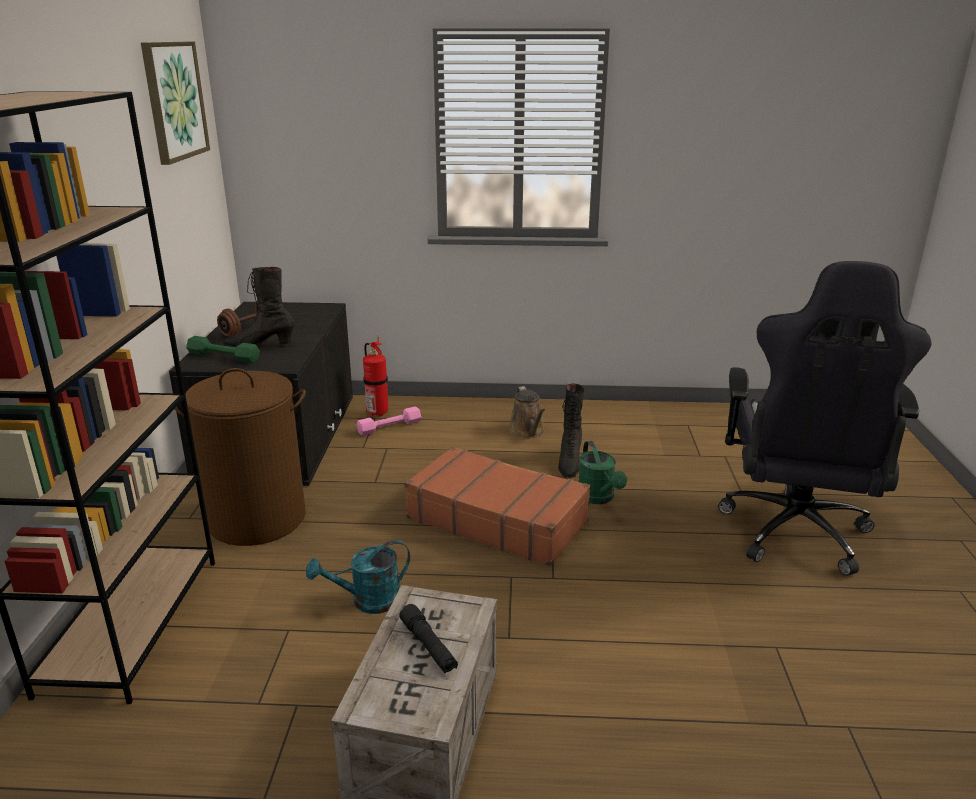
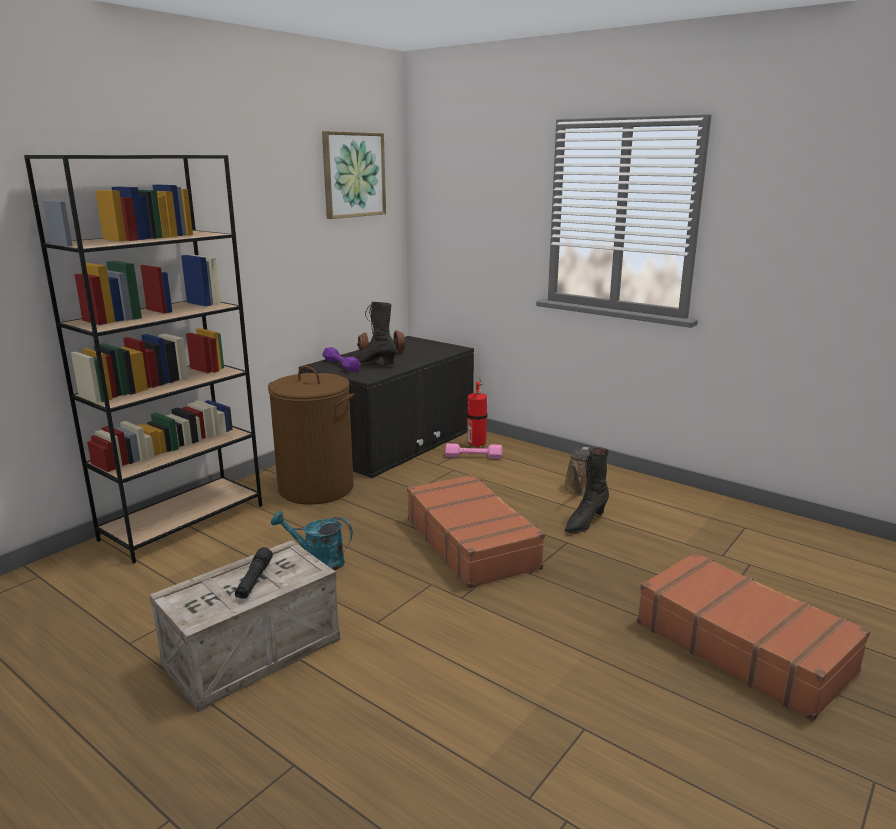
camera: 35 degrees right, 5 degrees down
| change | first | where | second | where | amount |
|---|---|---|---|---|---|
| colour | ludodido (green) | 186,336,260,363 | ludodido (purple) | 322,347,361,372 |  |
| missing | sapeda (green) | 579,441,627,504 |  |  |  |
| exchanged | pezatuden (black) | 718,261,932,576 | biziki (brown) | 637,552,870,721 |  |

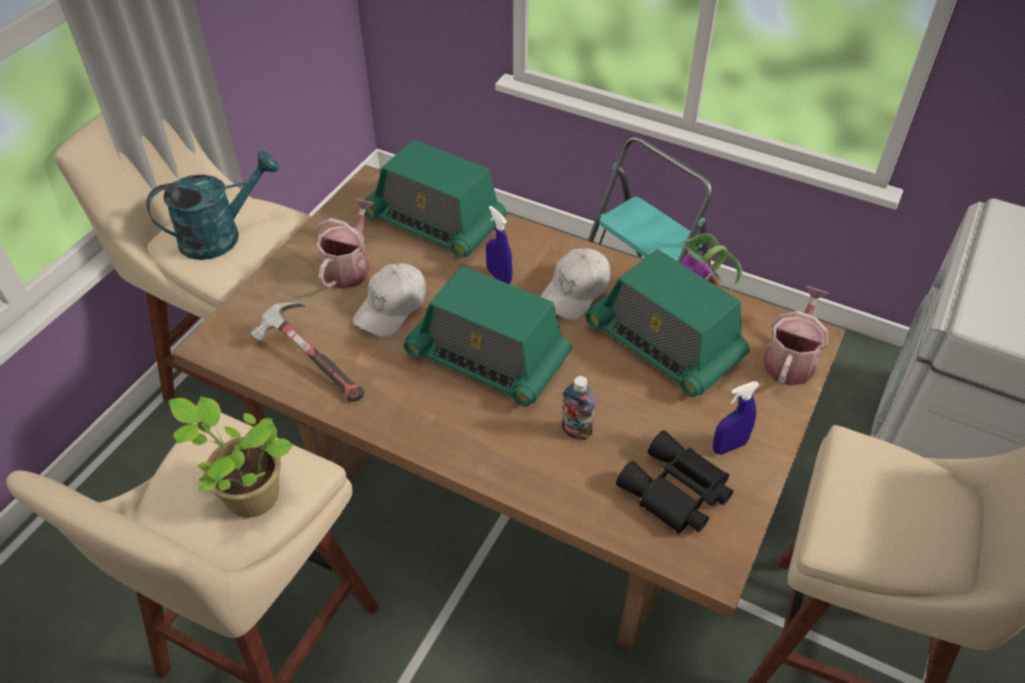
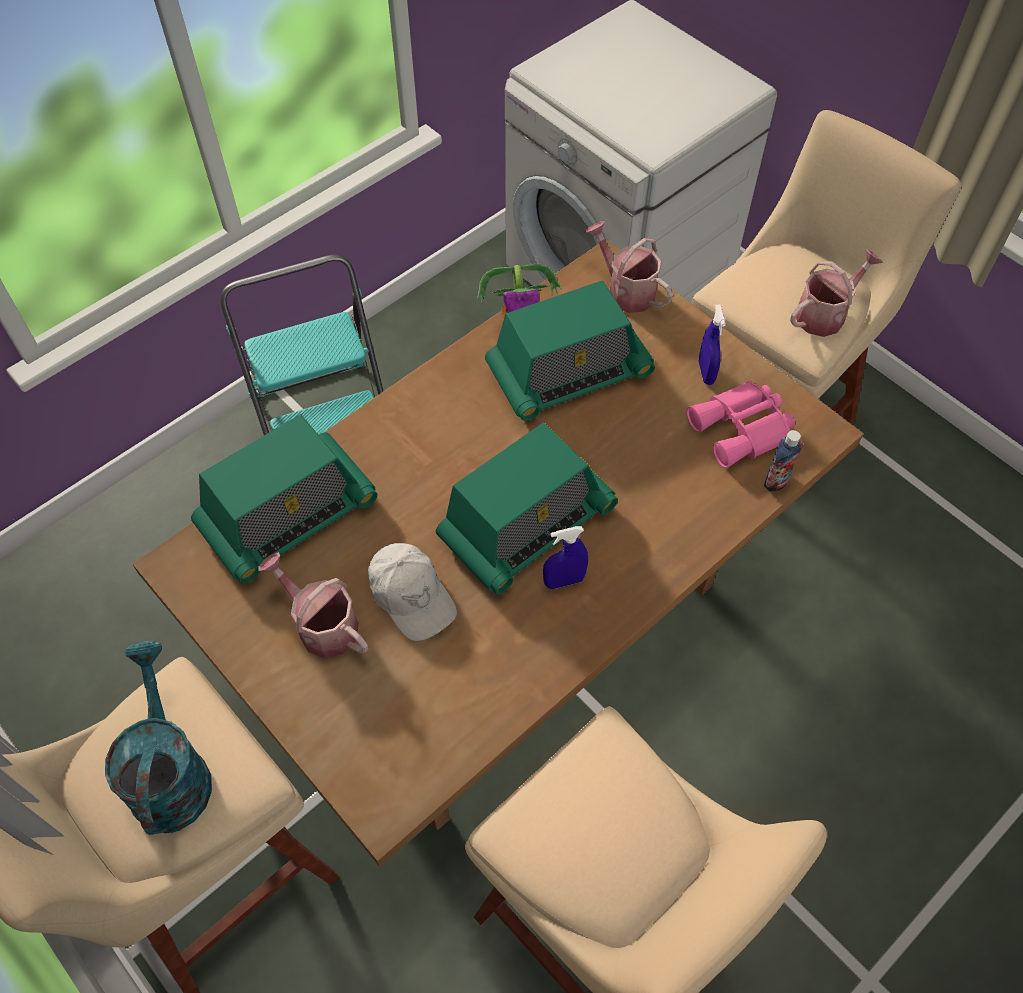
camera: 70 degrees left, 10 degrees up
| change | first | where | second | where | amount |
|---|---|---|---|---|---|
| missing | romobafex | 169,396,294,518 |  |  |  |
| missing | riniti | 250,302,365,402 |  |  |  |
| relocated | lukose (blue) | 486,206,513,284 |  | 543,526,588,589 |  |
| missing | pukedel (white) | 540,248,610,320 |  |  |  |
| relocated | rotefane | 562,376,595,440 |  | 764,430,803,492 |  |
| colour | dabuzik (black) | 616,430,733,534 | dabuzik (pink) | 687,381,795,468 |  |
| appeared |  |  | sapeda | 790,249,883,337 |  |

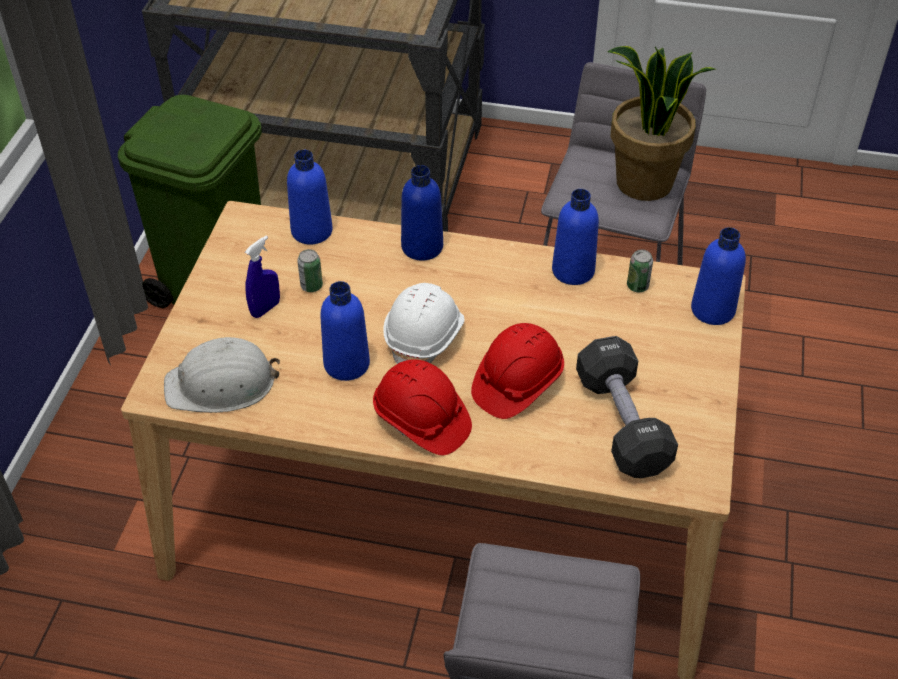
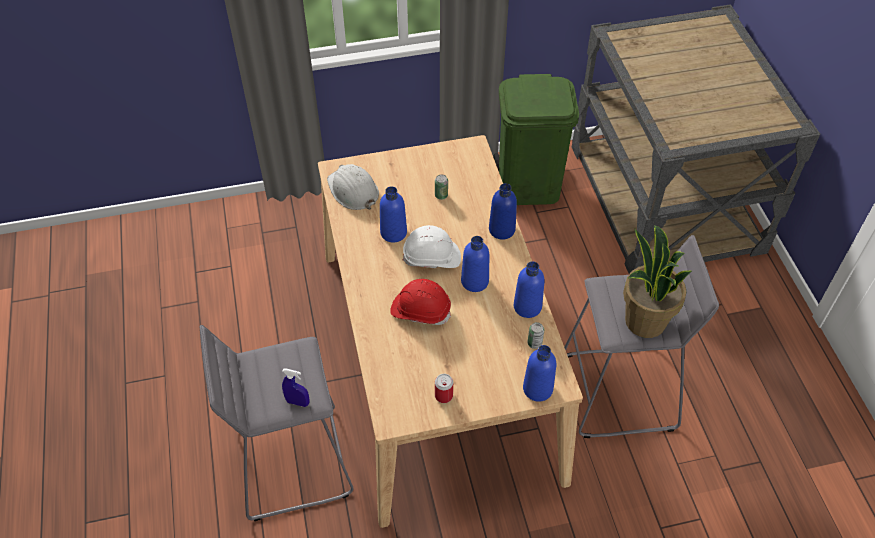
camera: 65 degrees right, 5 degrees up
| change | first | where | second | where | amount |
|---|---|---|---|---|---|
| relocated | lukose (blue) | 245,236,280,318 |  | 282,368,310,407 |  |
| relocated | rotefane (blue) | 287,150,333,245 |  | 461,236,489,292 |  |
| missing | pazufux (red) | 373,359,472,455 |  |  |  |
| missing | ludodido (black) | 576,336,678,478 |  |  |  |
| appeared |  |  | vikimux | 435,374,453,403 |  |

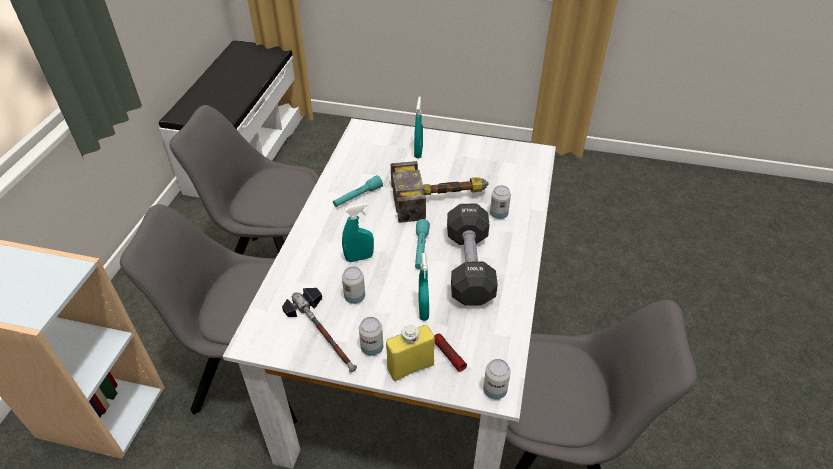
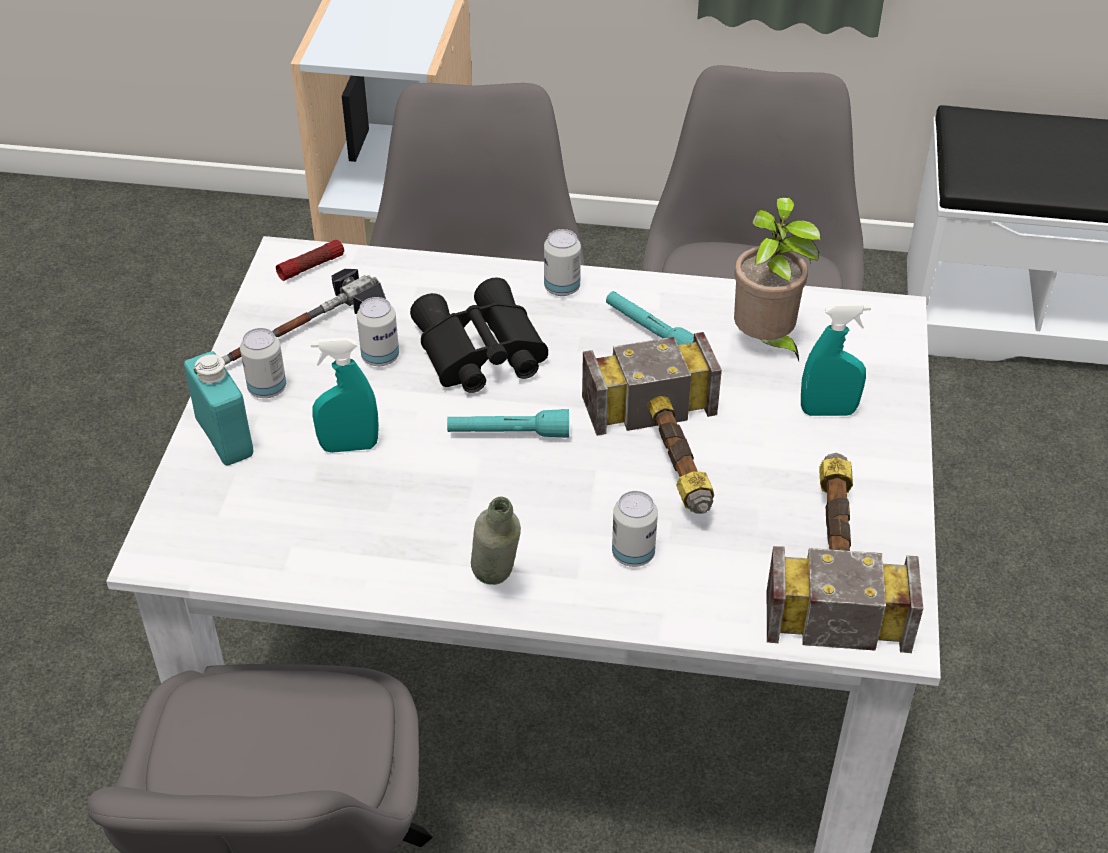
camera: 85 degrees right, 0 degrees up
| change | first | where | second | where | amount |
|---|---|---|---|---|---|
| exchanged | lukose (turquoise) | 342,203,374,262 | dabuzik (black) | 410,277,548,393 |  |
| colour | rotefane (yellow) | 386,325,435,381 | rotefane (turquoise) | 184,351,253,466 |  |
| relocated | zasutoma | 434,334,467,372 |  | 276,240,344,281 |  |
| missing | ludodido (black) | 447,204,498,306 |  |  |  |
| relocated | vikimux | 483,359,511,400 |  | 544,229,581,296 |  |
| appeared |  |  | rotefane (grey) | 471,497,521,585 |  |
| appeared |  |  | romobafex | 734,197,821,361 |  |
| appeared |  |  | riniti | 767,453,923,653 |  |

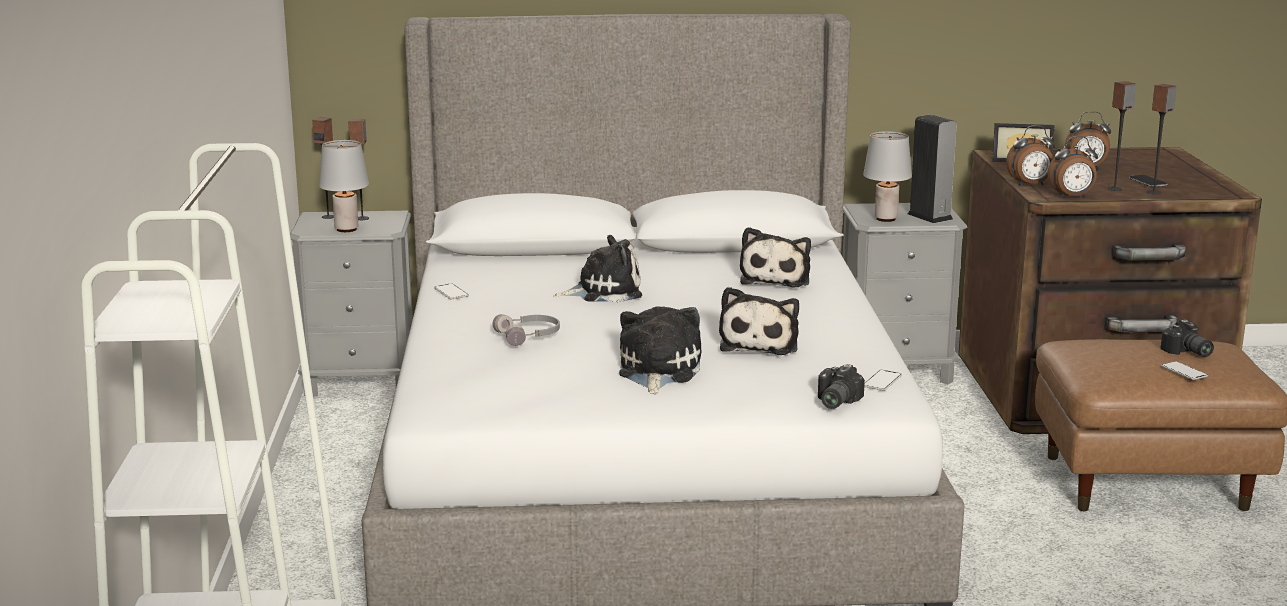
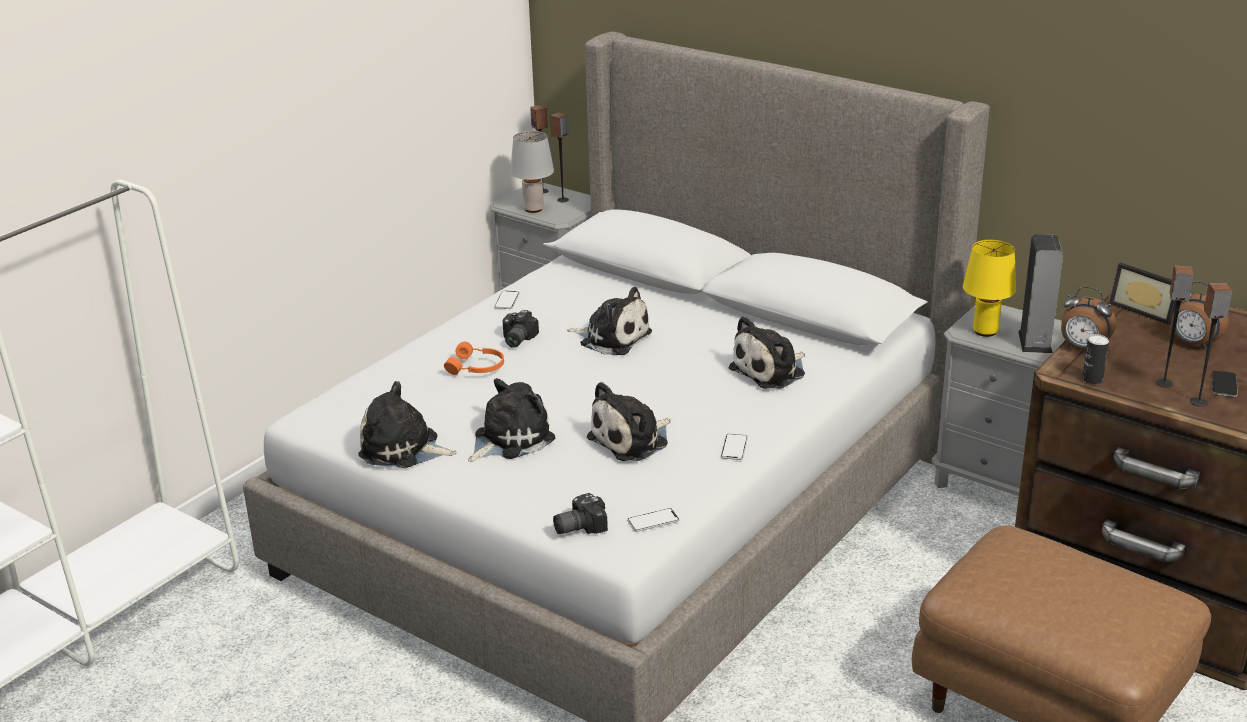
camera: 40 degrees right, 10 degrees up
| change | first | where | second | where | amount |
|---|---|---|---|---|---|
| colour | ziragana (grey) | 493,314,560,346 | ziragana (orange) | 444,342,504,375 |  |
| colour | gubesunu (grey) | 863,131,912,222 | gubesunu (yellow) | 963,240,1016,337 |  |
| exchanged | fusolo | 1047,136,1098,198 | vikimux | 1082,334,1109,384 |  |
| relocated | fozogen | 1160,320,1214,357 |  | 503,310,539,348 |  |
| relocated | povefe | 1161,361,1208,380 |  | 721,434,748,460 |  |
| appeared |  |  | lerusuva | 358,381,457,468 |  |

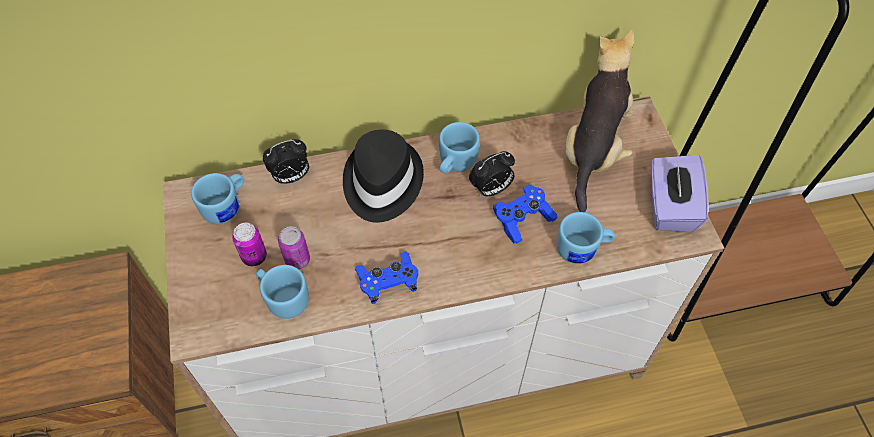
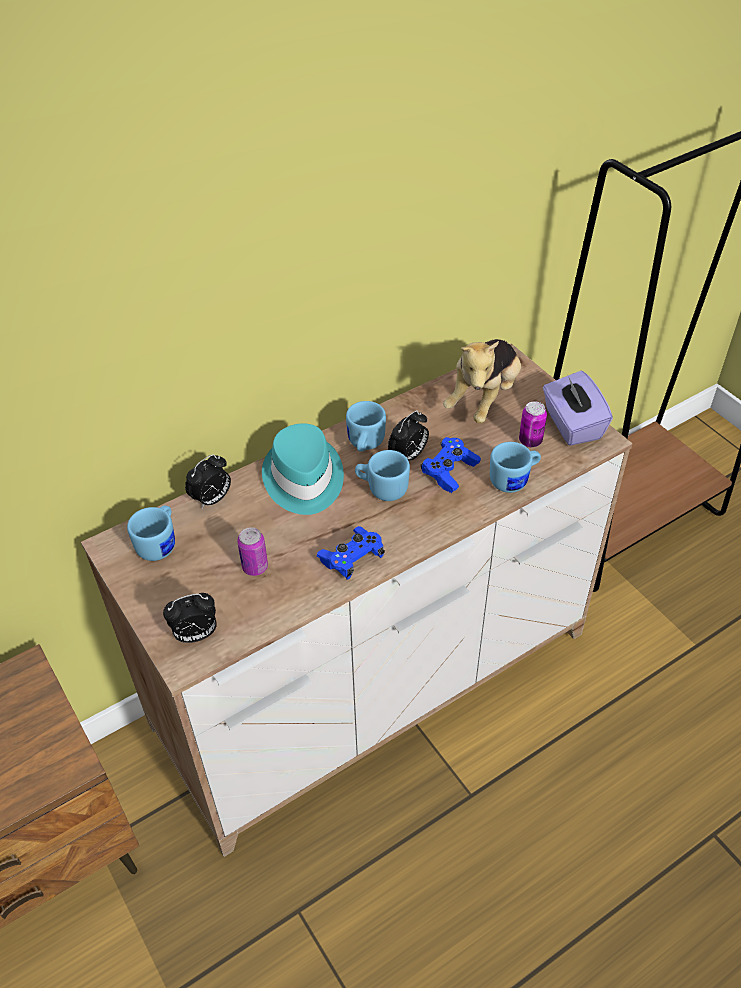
camera: 20 degrees left, 10 degrees down
| change | first | where | second | where | amount |
|---|---|---|---|---|---|
| relocated | vikimux | 232,223,267,266 |  | 519,401,547,447 |  |
| relocated | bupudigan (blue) | 256,265,309,319 |  | 355,450,410,501 |  |
| colour | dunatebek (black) | 343,130,424,223 | dunatebek (turquoise) | 262,423,344,515 |  |
| spun | lerusuva | 565,30,634,212 |  | 443,339,521,423 | 150 degrees counterclockwise |
| appeared |  |  | fusolo | 163,593,217,643 |  |

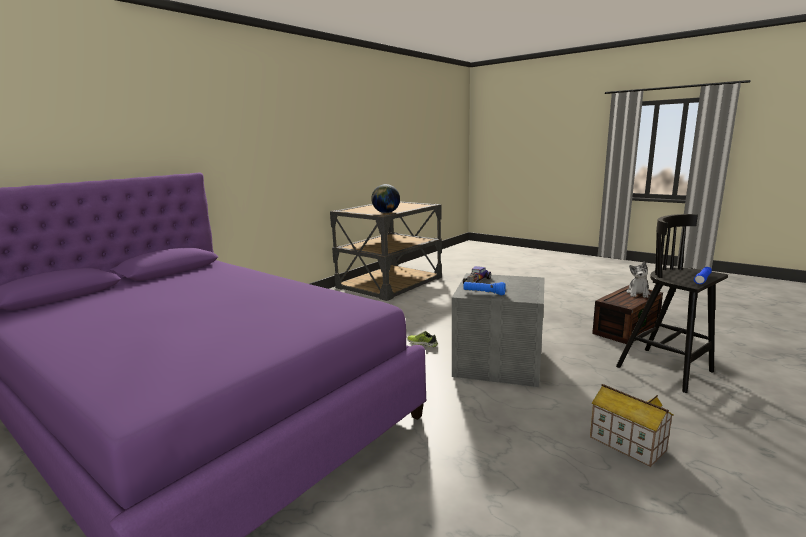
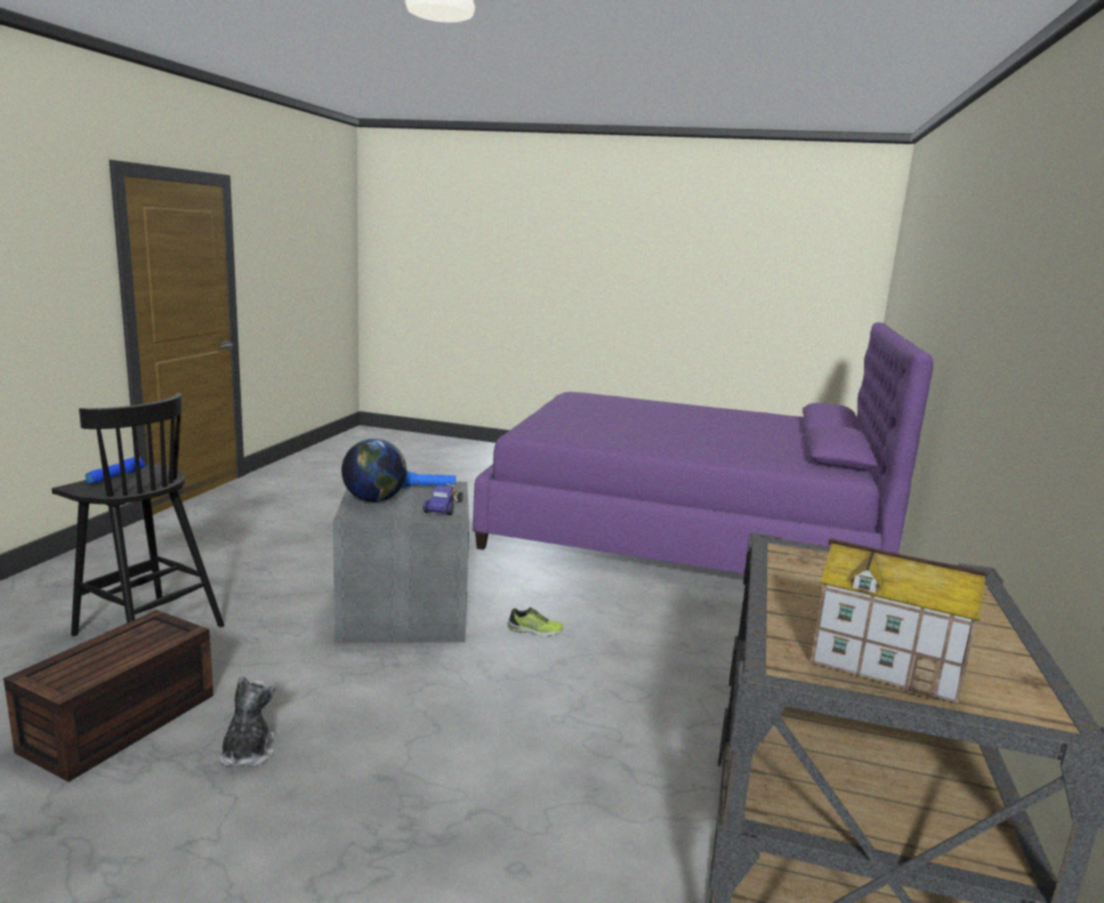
camera: 155 degrees right, 0 degrees up
| change | first | where | second | where | amount |
|---|---|---|---|---|---|
| relocated | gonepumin | 371,184,400,213 |  | 341,439,407,502 |  |
| relocated | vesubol | 590,384,674,467 |  | 810,538,988,704 |  |
| relocated | lerusuva | 626,261,650,298 |  | 219,676,275,766 |  |

